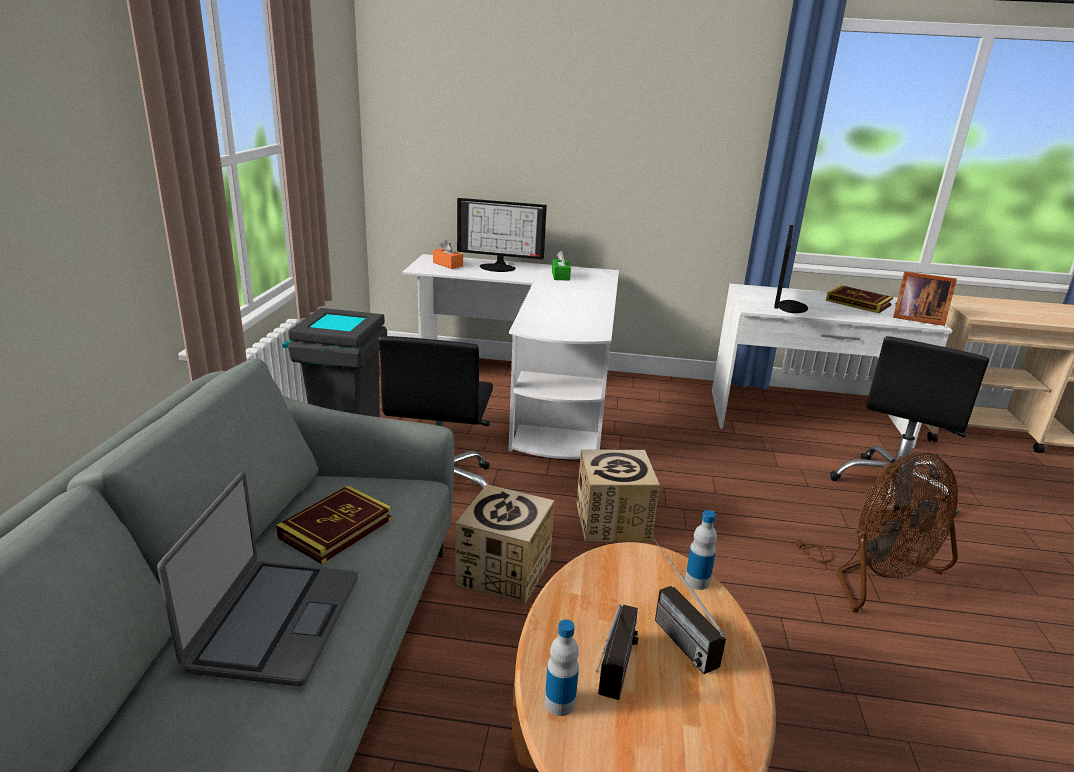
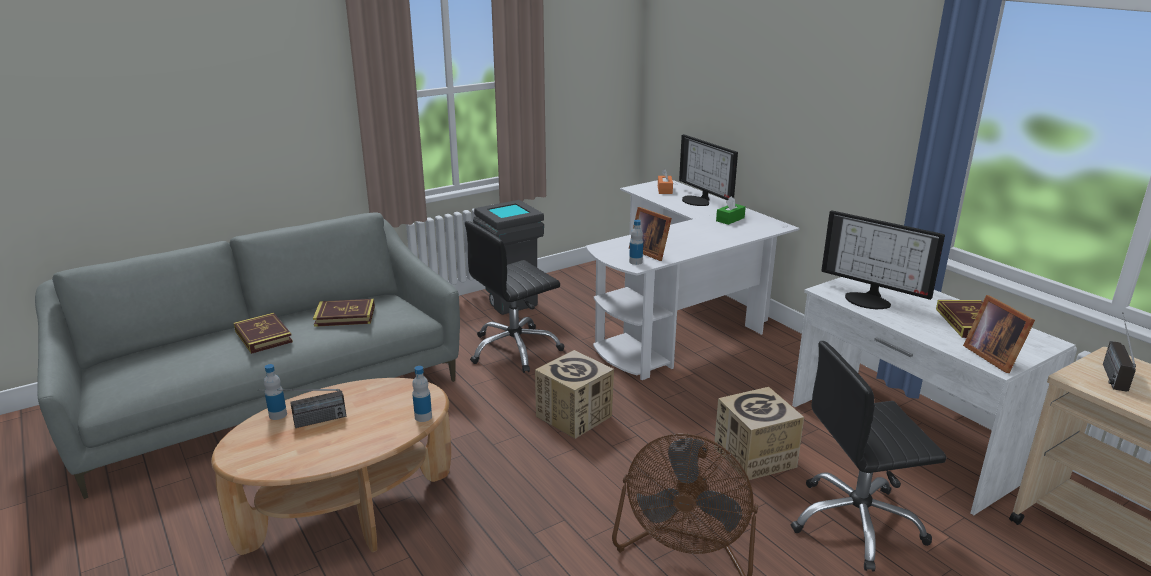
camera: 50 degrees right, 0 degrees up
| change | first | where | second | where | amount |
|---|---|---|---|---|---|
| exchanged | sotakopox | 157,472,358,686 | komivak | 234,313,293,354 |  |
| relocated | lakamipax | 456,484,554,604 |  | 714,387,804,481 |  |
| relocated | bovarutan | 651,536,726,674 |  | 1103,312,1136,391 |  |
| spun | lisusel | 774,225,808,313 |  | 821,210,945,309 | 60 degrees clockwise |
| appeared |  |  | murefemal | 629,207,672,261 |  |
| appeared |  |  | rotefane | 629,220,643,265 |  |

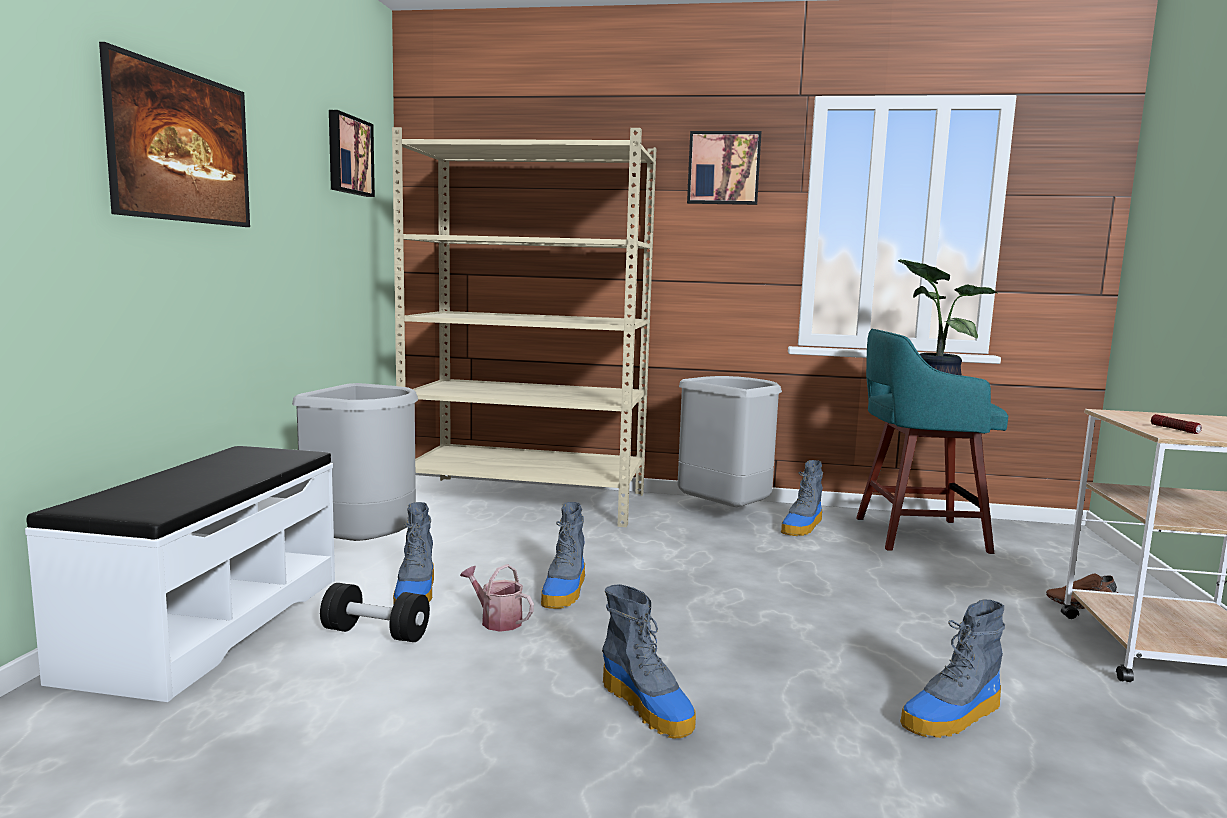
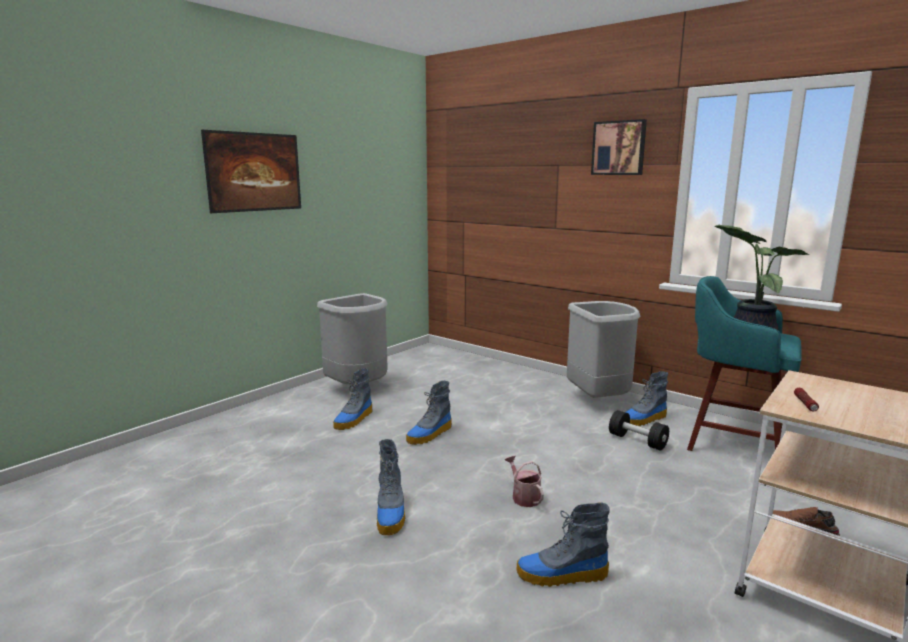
camera: 30 degrees right, 5 degrees up
| change | first | where | second | where | amount |
|---|---|---|---|---|---|
| missing | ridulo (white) | 25,446,335,702 |  |  |  |
| relocated | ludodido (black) | 320,583,430,642 |  | 609,410,669,451 |  |
| missing | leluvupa | 329,110,375,197 |  |  |  |
| missing | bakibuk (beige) | 392,127,656,527 |  |  |  |
| relocated | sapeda | 460,564,534,632 |  | 505,456,544,507 |  |

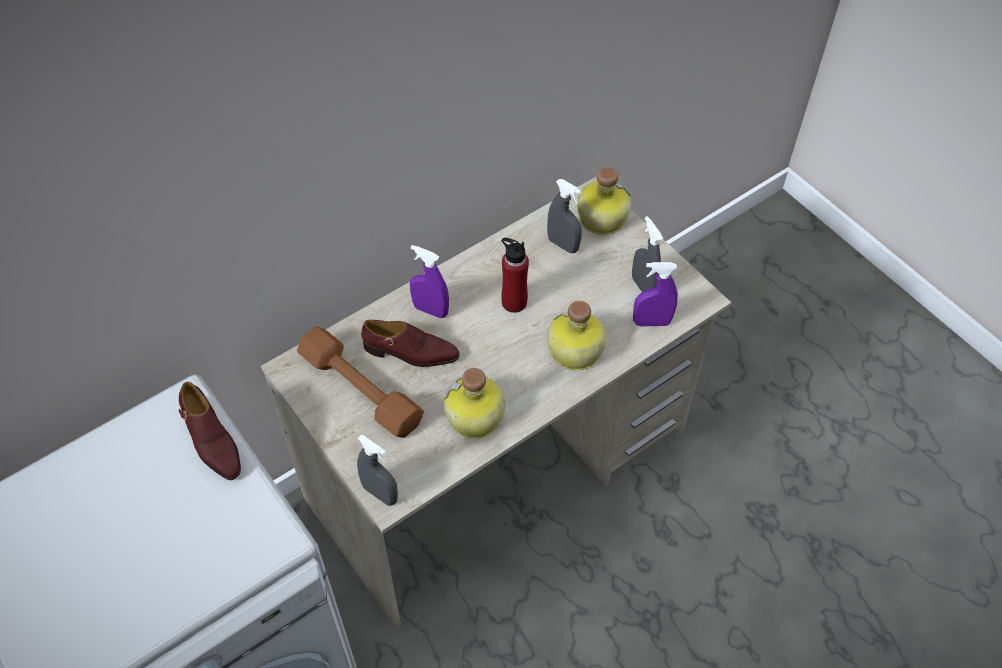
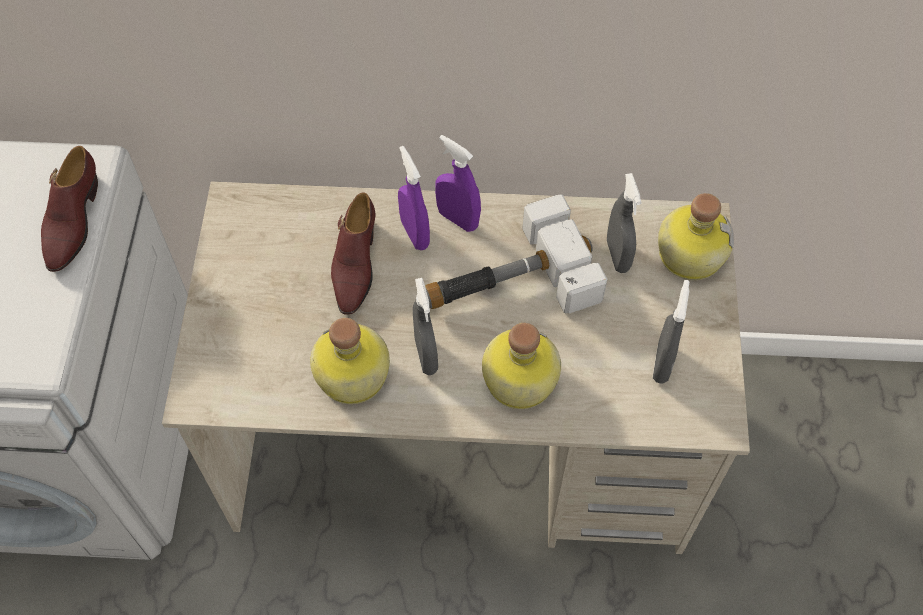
camera: 40 degrees right, 5 degrees up
| change | first | where | second | where | amount |
|---|---|---|---|---|---|
| missing | ludodido (brown) | 297,326,424,438 |  |  |  |
| relocated | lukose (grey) | 357,435,398,506 |  | 413,278,438,375 |  |
| spun | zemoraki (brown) | 361,320,459,367 |  | 331,193,375,315 | 45 degrees clockwise |
| exchanged | rotefane (red) | 501,238,529,313 | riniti | 425,194,607,313 |  |
| relocated | lukose (purple) | 633,262,678,326 |  | 435,135,481,232 |  |

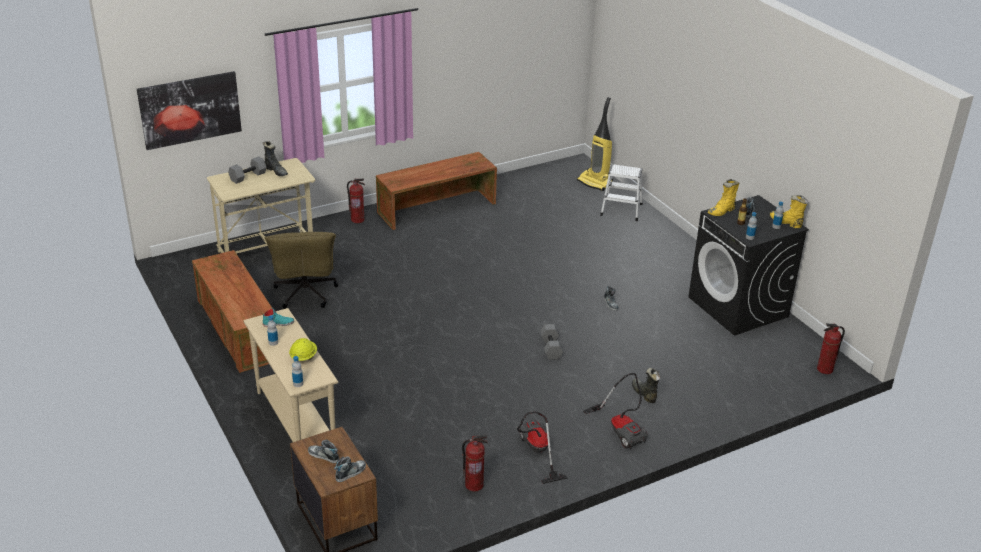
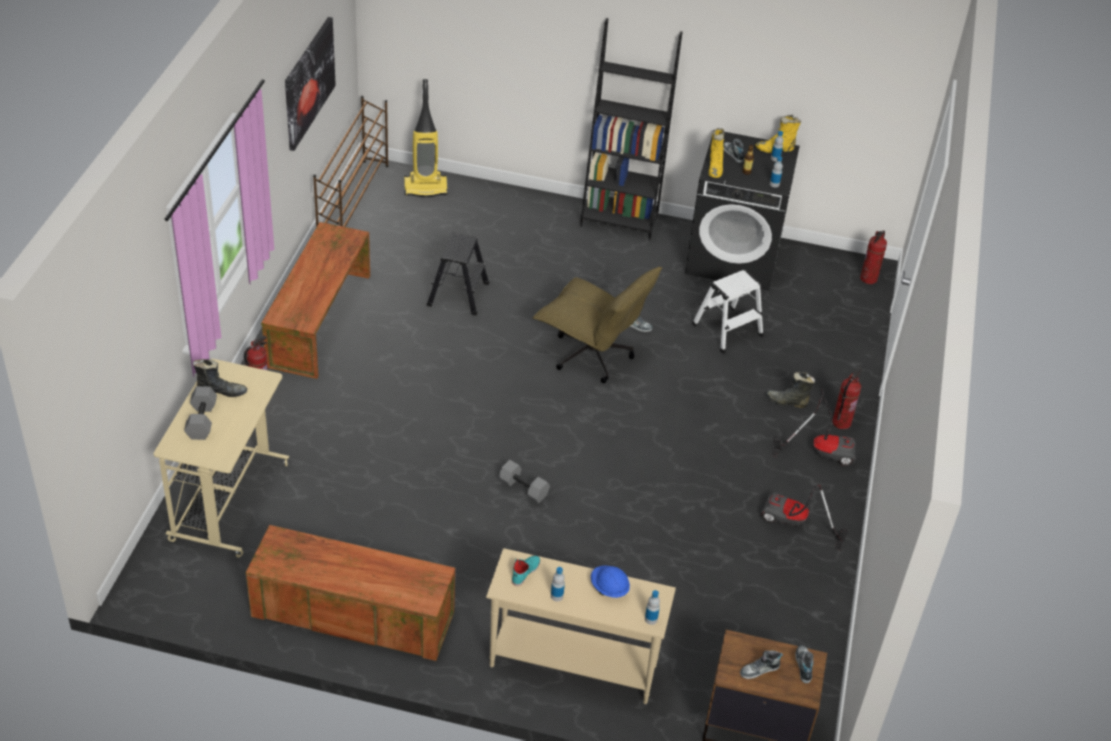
camera: 50 degrees left, 10 degrees up
| change | first | where | second | where | amount |
|---|---|---|---|---|---|
| relocated | leluvupa | 137,71,242,150 |  | 285,17,336,151 |  |
| relocated | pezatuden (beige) | 265,232,338,309 |  | 533,267,663,383 |  |
| colour | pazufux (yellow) | 289,338,317,361 | pazufux (blue) | 591,565,630,598 |  |
| relocated | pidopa | 462,435,488,492 |  | 832,367,862,429 |  |
| relocated | ludodido (grey) | 540,324,563,360 |  | 498,460,550,503 |  |
| relocated | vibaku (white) | 600,164,643,221 |  | 692,269,764,354 |  |
| appeared |  |  | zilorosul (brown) | 313,96,388,227 |  |
| appeared |  |  | vibaku (black) | 426,232,489,316 |  |
| appeared |  |  | bakibuk (black) | 580,18,683,240 |  |

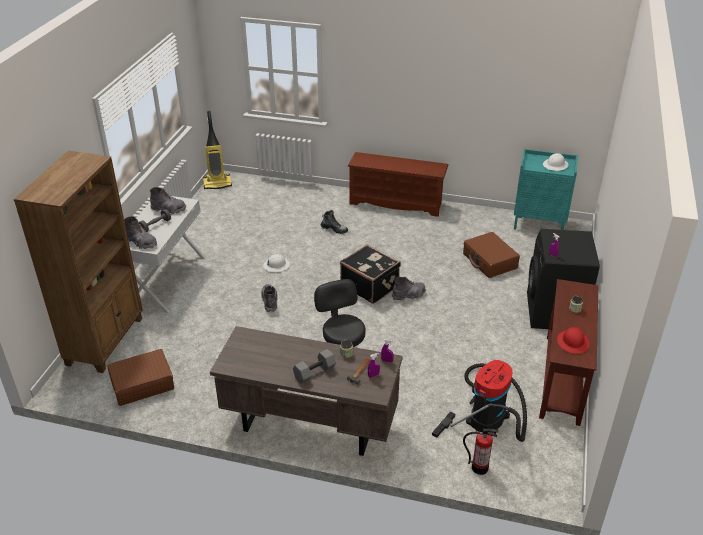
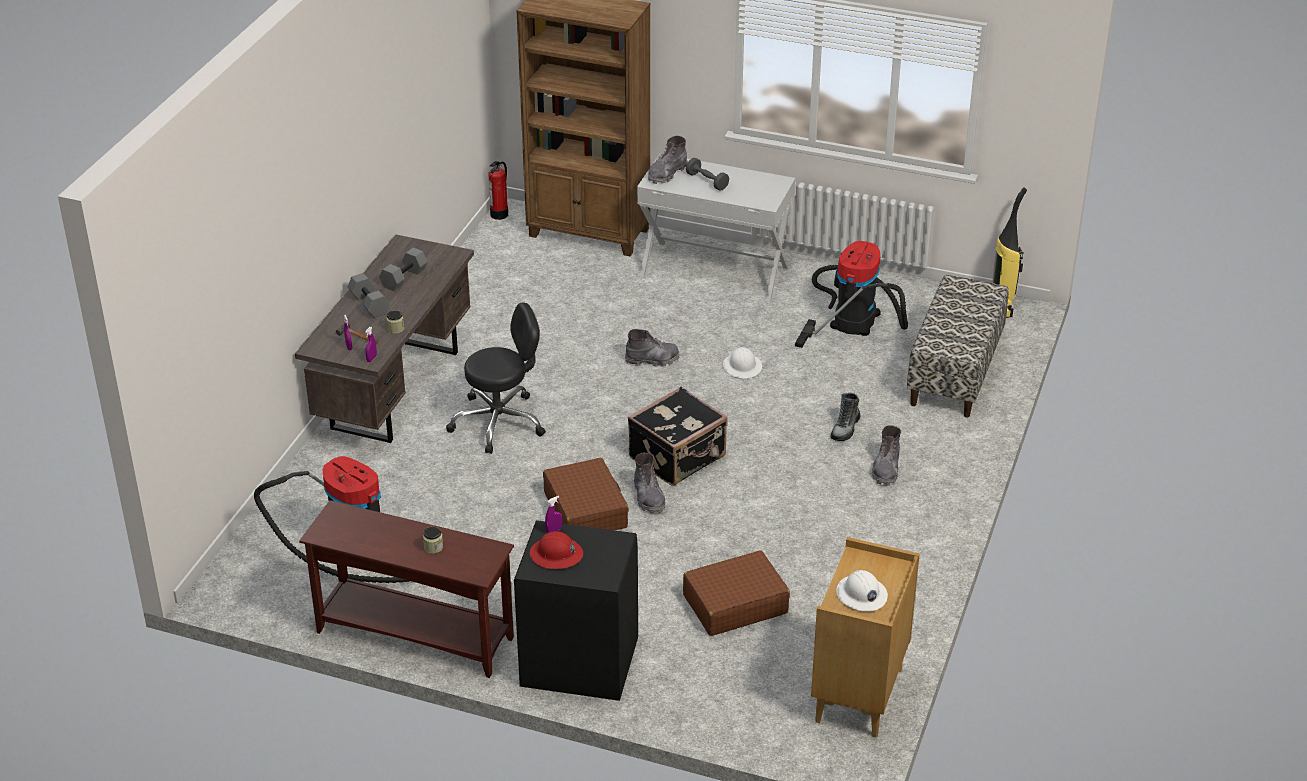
camera: 95 degrees right, 0 degrees up
| change | first | where | second | where | amount |
|---|---|---|---|---|---|
| relocated | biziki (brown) | 107,349,174,406 |  | 543,458,629,530 |  |
| relocated | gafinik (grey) | 150,187,186,214 |  | 872,426,901,486 |  |
| missing | zilorosul (brown) | 348,152,448,217 |  |  |  |
| relocated | pidopa | 463,429,499,475 |  | 488,161,508,220 |  |
| colour | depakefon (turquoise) | 514,149,578,230 | depakefon (brown) | 811,537,920,738 |  |
| relocated | pazufux (red) | 557,327,589,354 |  | 530,531,583,569 |  |
| appeared |  |  | ludodido (grey) | 379,248,428,291 |  |
| appeared |  |  | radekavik | 795,241,908,348 |  |
| appeared |  |  | ridulo | 907,275,1009,418 |  |

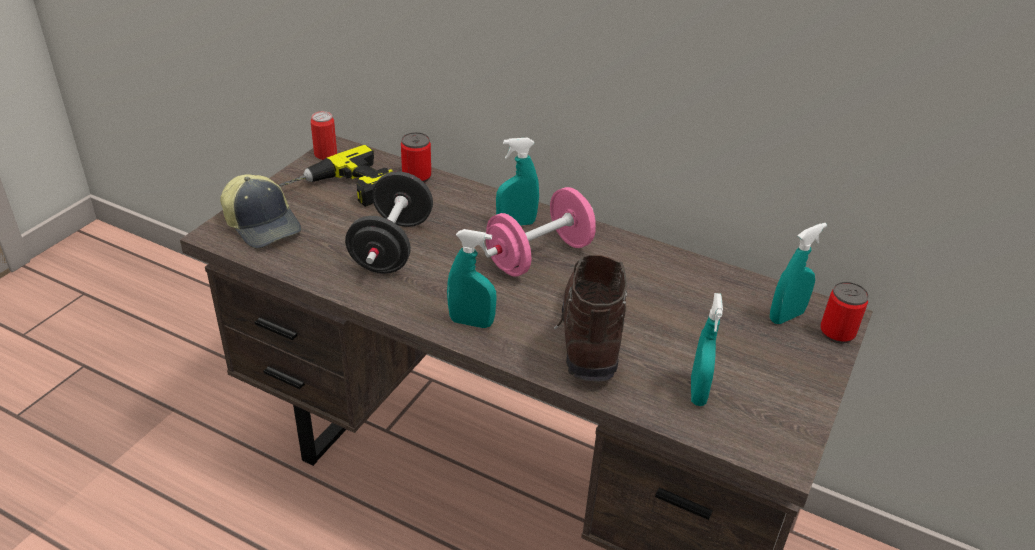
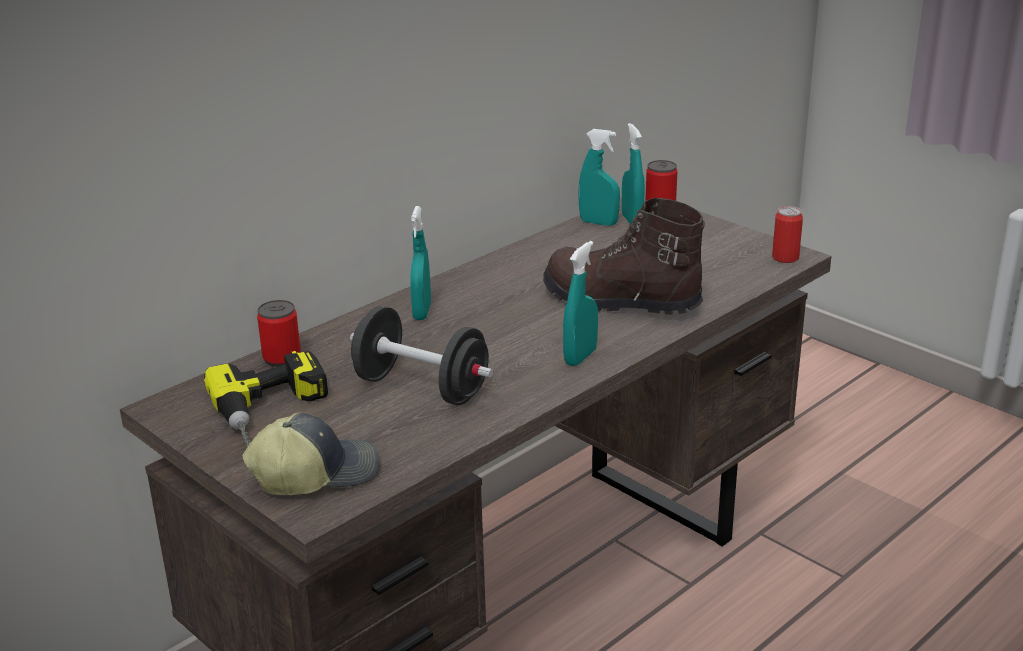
camera: 70 degrees left, 10 degrees down
| change | first | where | second | where | amount |
|---|---|---|---|---|---|
| relocated | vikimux | 311,111,337,160 |  | 772,206,803,263 |  |
| missing | ludodido (pink) | 485,187,596,277 |  |  |  |
| relocated | lukose (turquoise) | 691,293,723,406 |  | 578,129,620,226 |  |

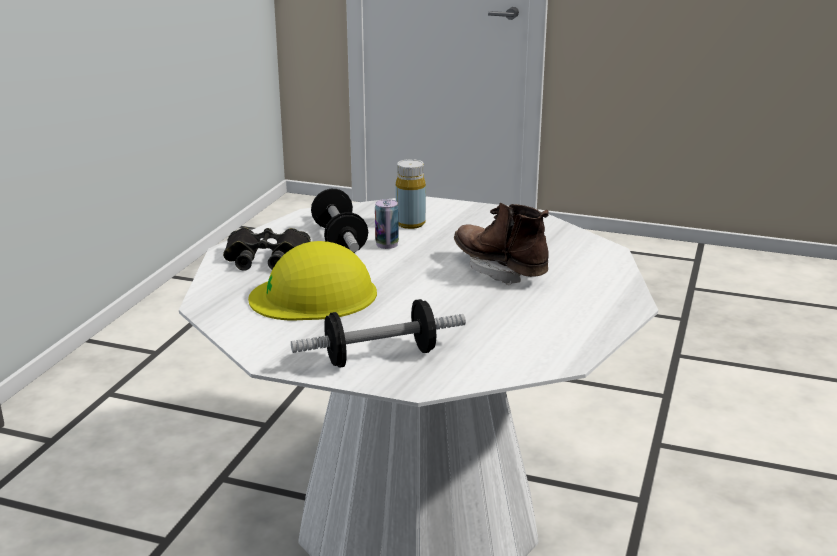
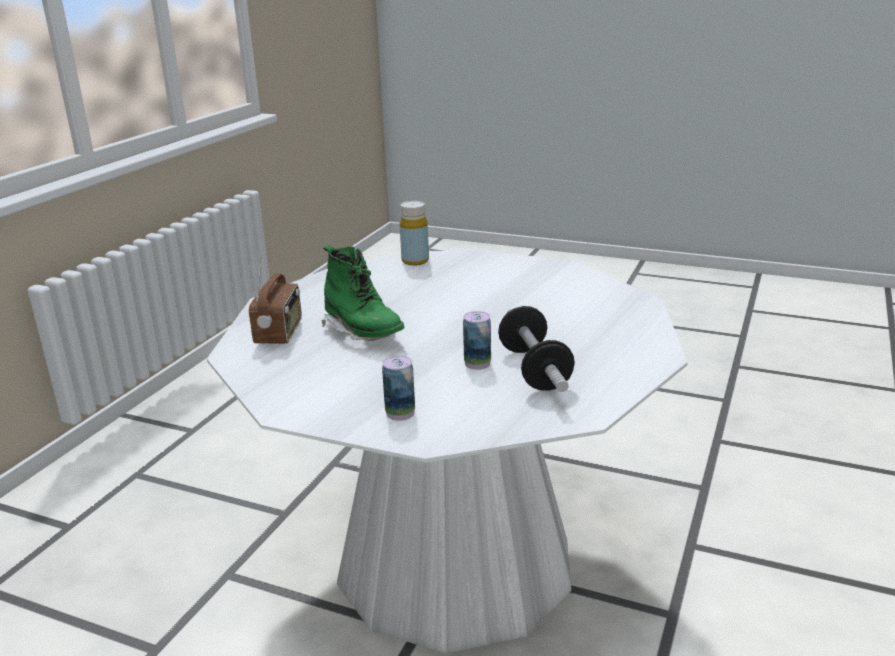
camera: 175 degrees left, 0 degrees up
| change | first | where | second | where | amount |
|---|---|---|---|---|---|
| missing | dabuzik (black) | 223,227,311,271 |  |  |  |
| missing | pazufux (yellow) | 248,241,377,321 |  |  |  |
| missing | ludodido | 291,299,466,367 |  |  |  |
| relocated | rotefane (yellow) | 396,159,426,229 |  | 400,201,429,266 |  |
| colour | gafinik (brown) | 454,202,549,285 | gafinik (green) | 322,245,405,341 |  |
| appeared |  |  | bovarutan | 249,255,302,344 |  |
| appeared |  |  | vikimux | 382,356,415,421 |  |

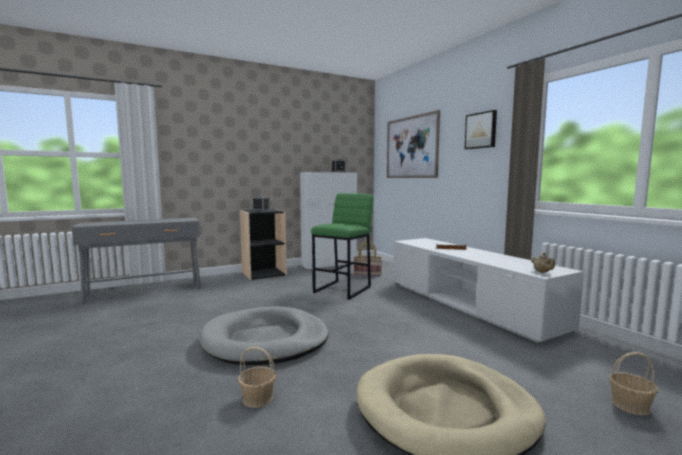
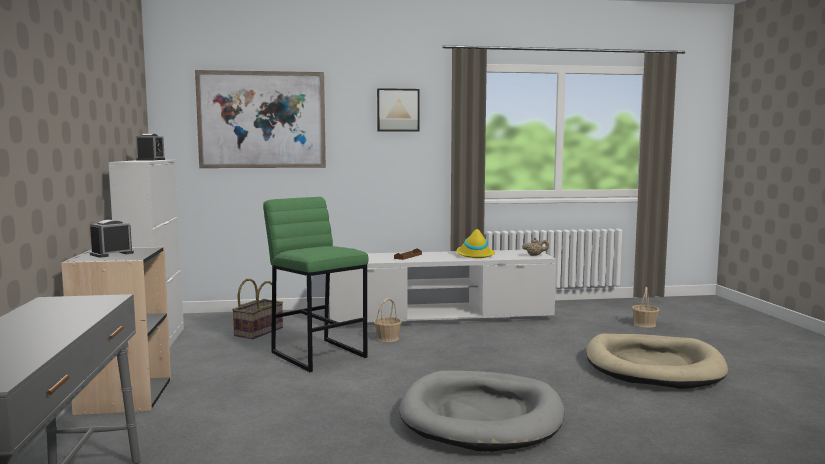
camera: 70 degrees left, 0 degrees up
| change | first | where | second | where | amount |
|---|---|---|---|---|---|
| relocated | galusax | 238,347,276,408 |  | 374,298,402,342 |  |
| appeared |  |  | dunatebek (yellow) | 457,229,495,258 |  |

